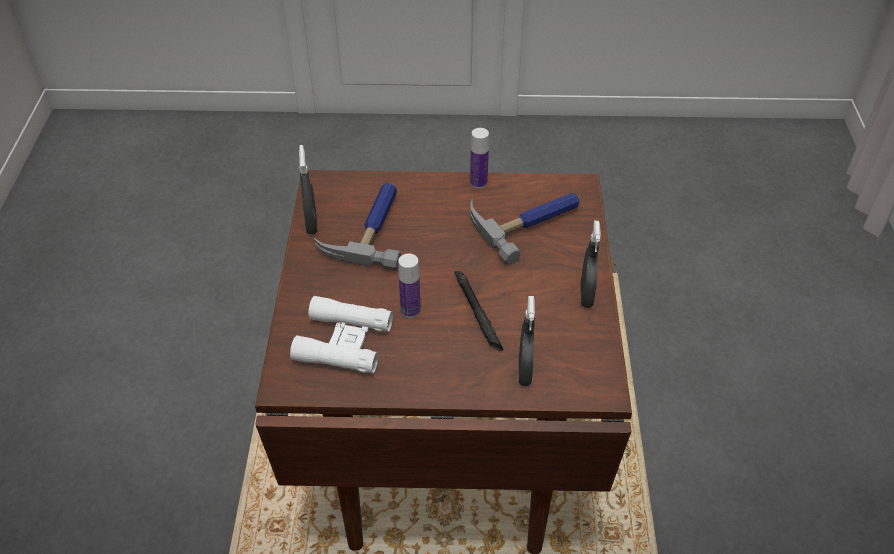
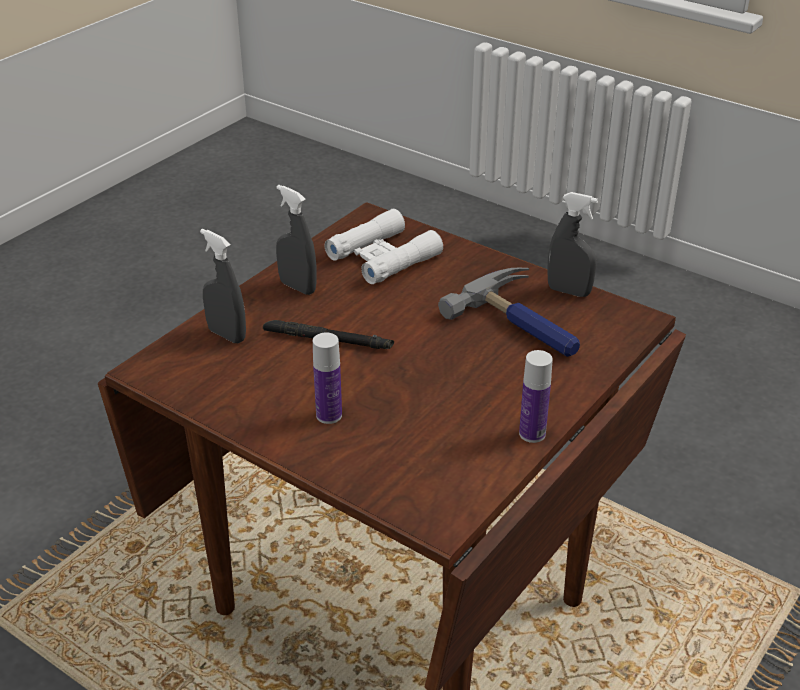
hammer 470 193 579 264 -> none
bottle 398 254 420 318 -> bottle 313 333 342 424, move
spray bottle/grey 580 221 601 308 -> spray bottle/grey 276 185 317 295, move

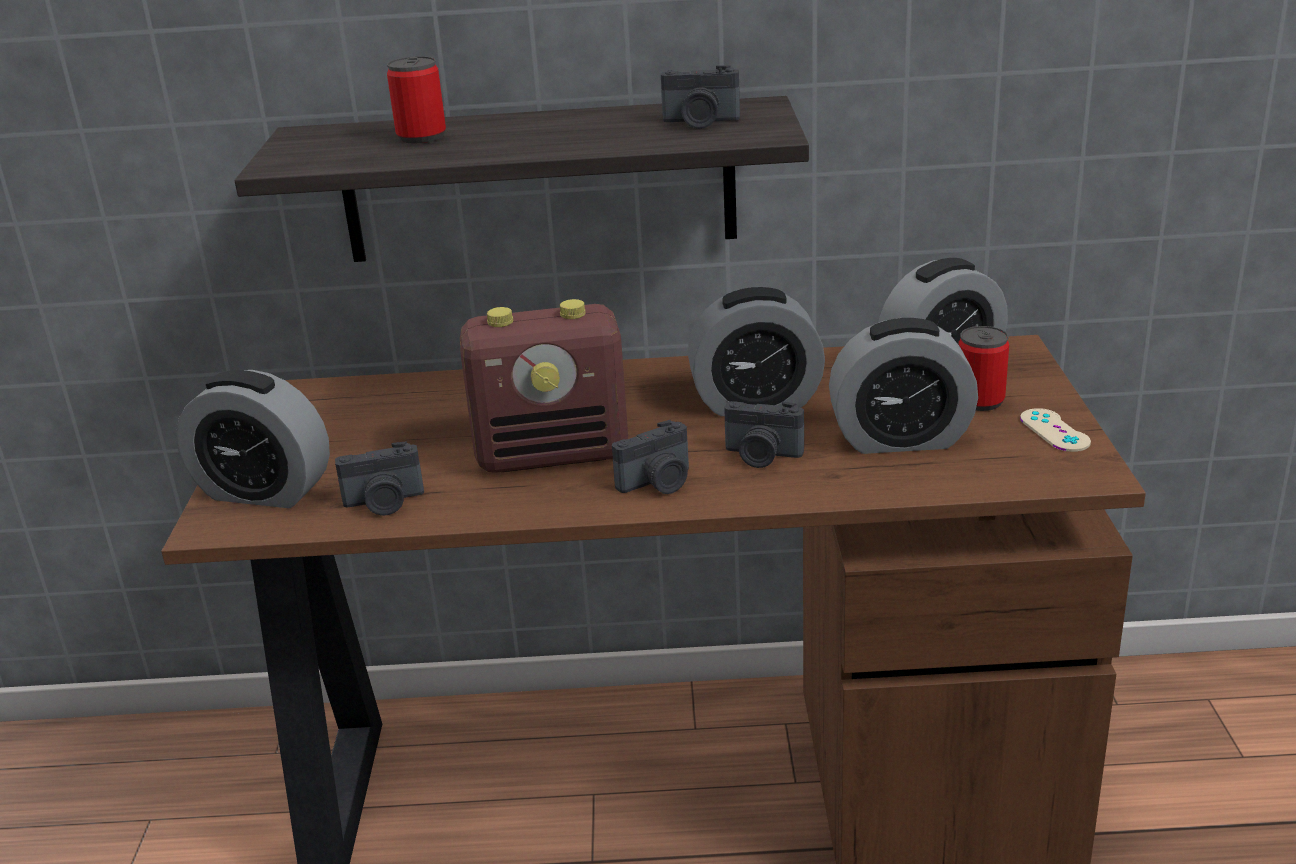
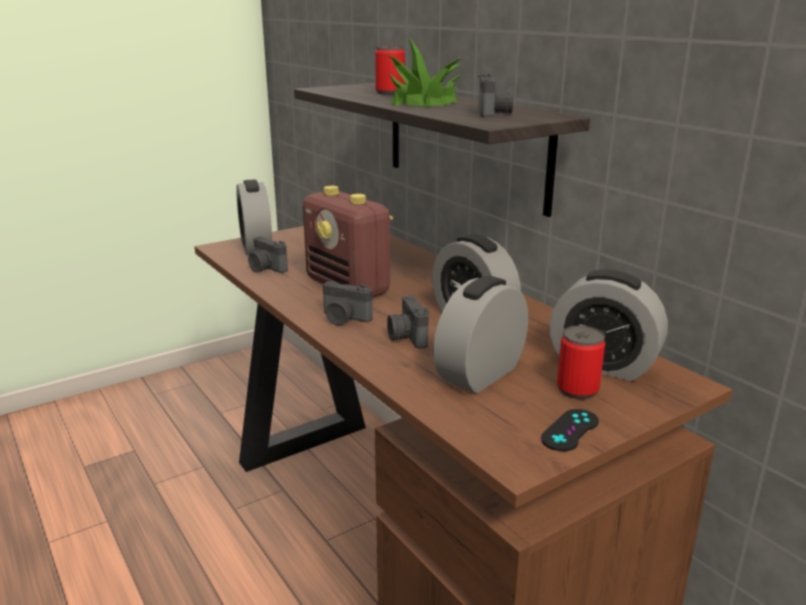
none -> potted plant 388 36 462 107
game controller/beige 1020 408 1091 452 -> game controller/black 541 409 599 451
photo camera 661 65 740 129 -> photo camera 478 74 513 117, 150 degrees counterclockwise
alarm clock 829 318 978 454 -> alarm clock 433 276 528 393, 75 degrees clockwise

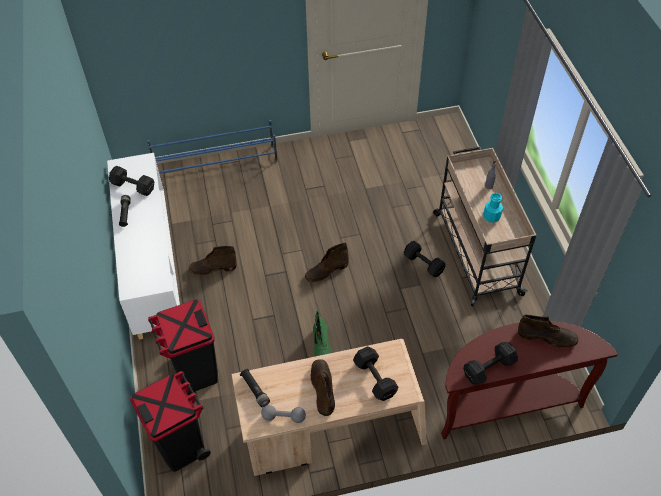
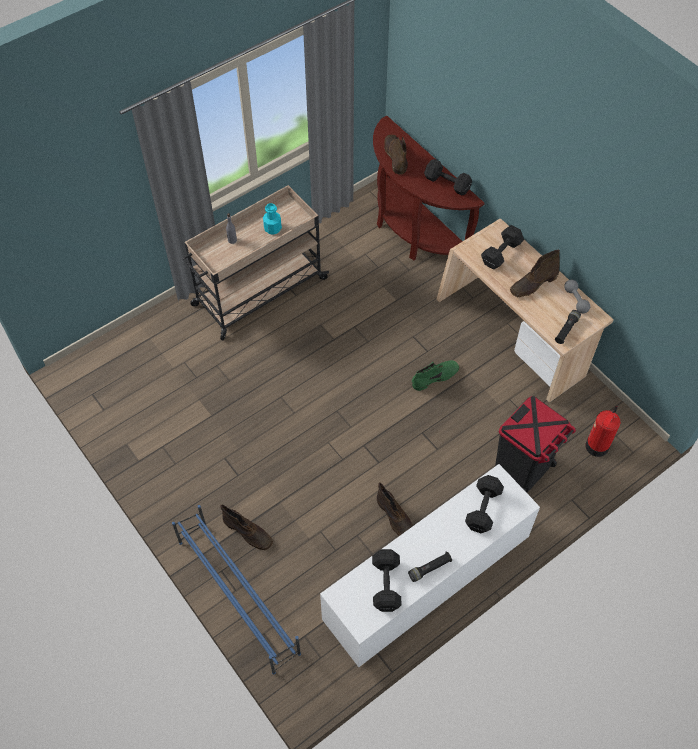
boot/brown 305 243 349 282 -> boot/brown 220 505 273 550, move
dumbbell/black 404 241 446 277 -> dumbbell/black 465 475 504 533, move
trash can/black 130 371 211 472 -> fire extinguisher 585 406 620 457

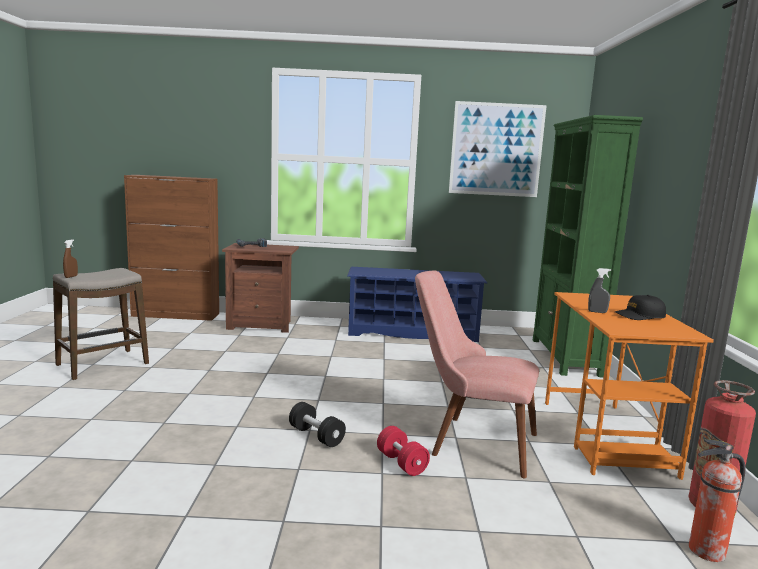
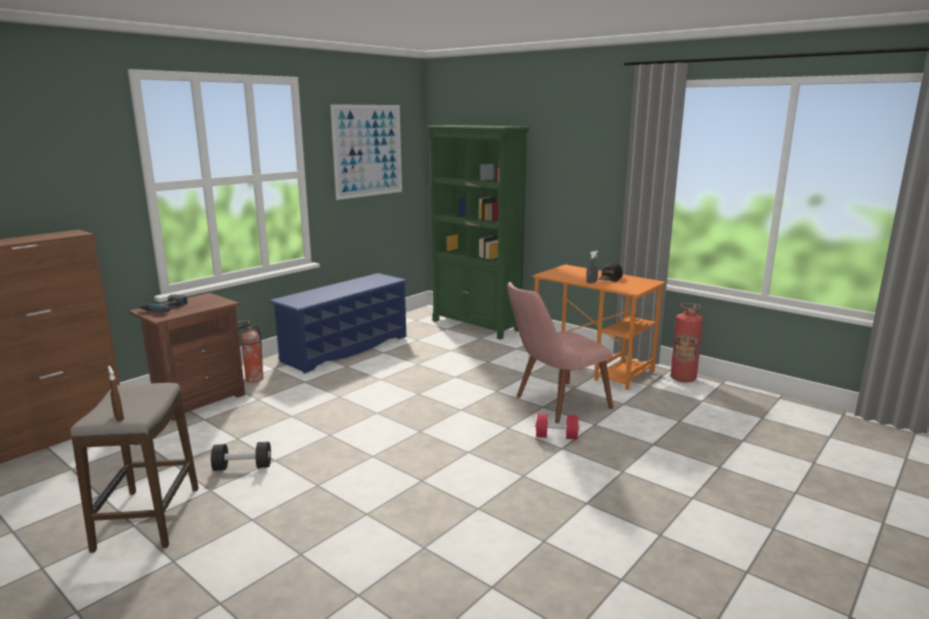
dumbbell/black 289 402 346 447 -> dumbbell/black 211 442 271 471, move
fire extinguisher 689 439 745 562 -> fire extinguisher 237 321 264 383, move

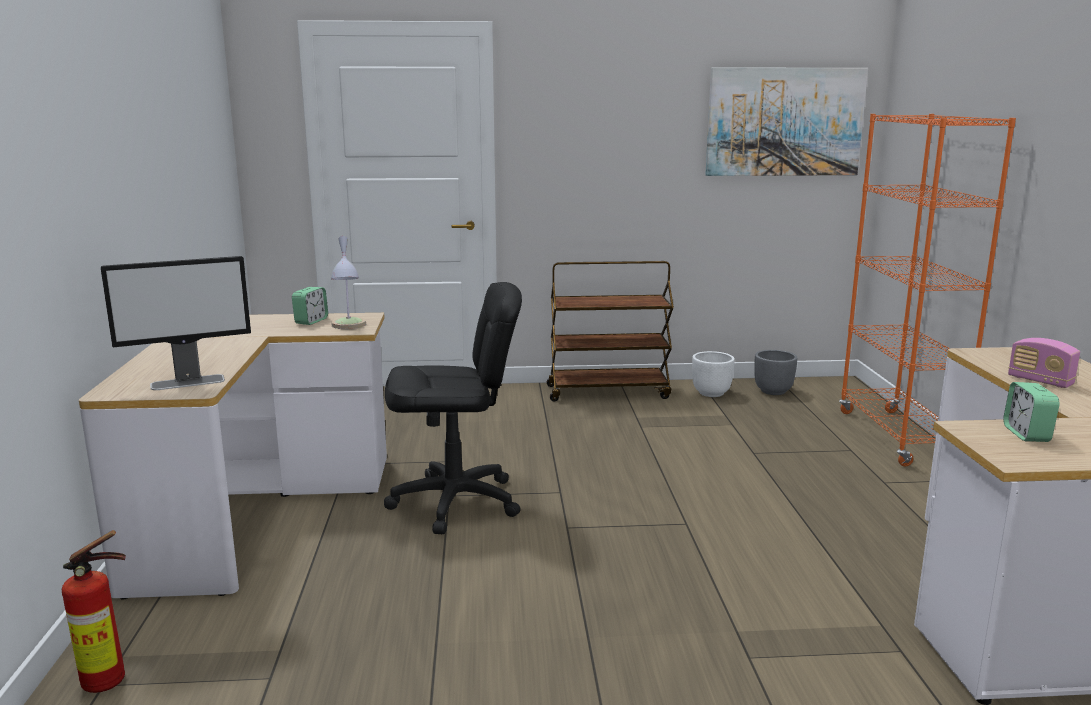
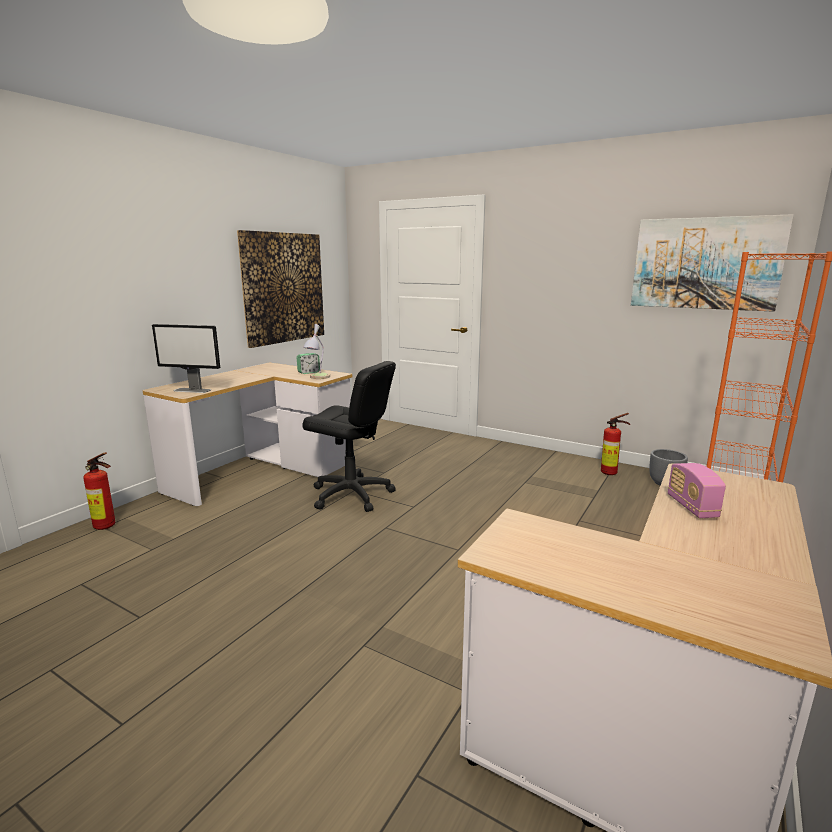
cart/brown 547 261 674 402 -> none
alarm clock 1003 382 1060 442 -> none
none -> picture 237 230 324 348
planter/white 692 351 735 397 -> fire extinguisher 601 413 630 475

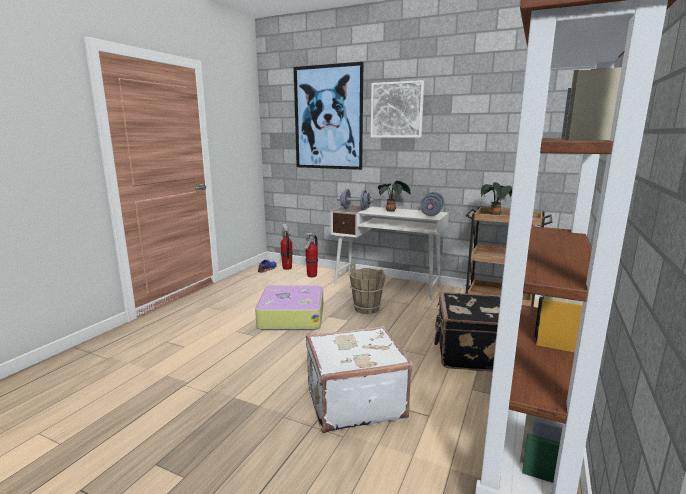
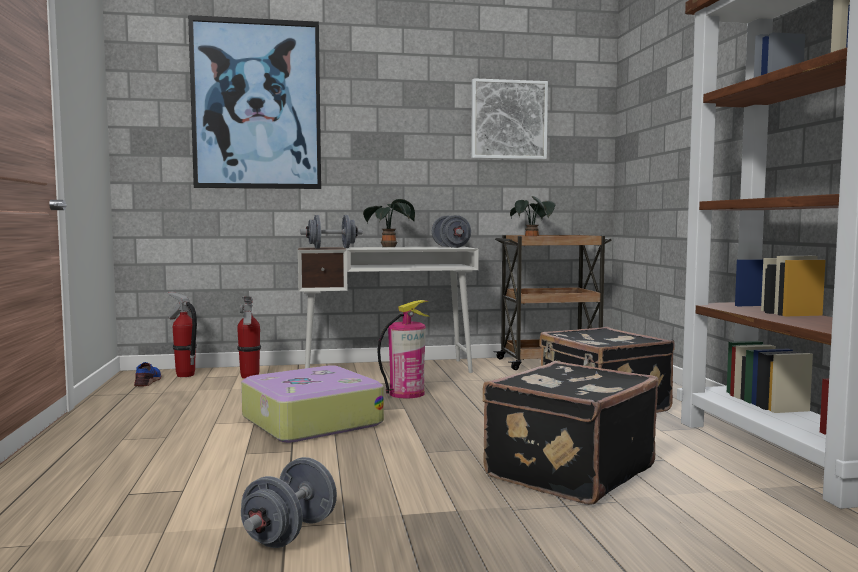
none -> dumbbell/grey 241 457 337 548
picture 371 80 424 138 -> picture 471 78 548 160, move
bucket/brown 349 262 386 314 -> fire extinguisher 377 300 429 398
suitcase/white 306 326 413 433 -> suitcase/black 483 361 659 505

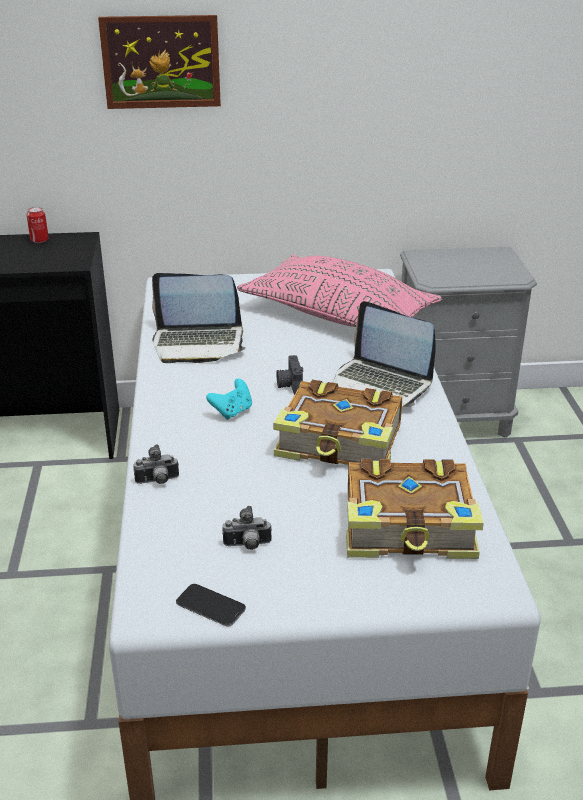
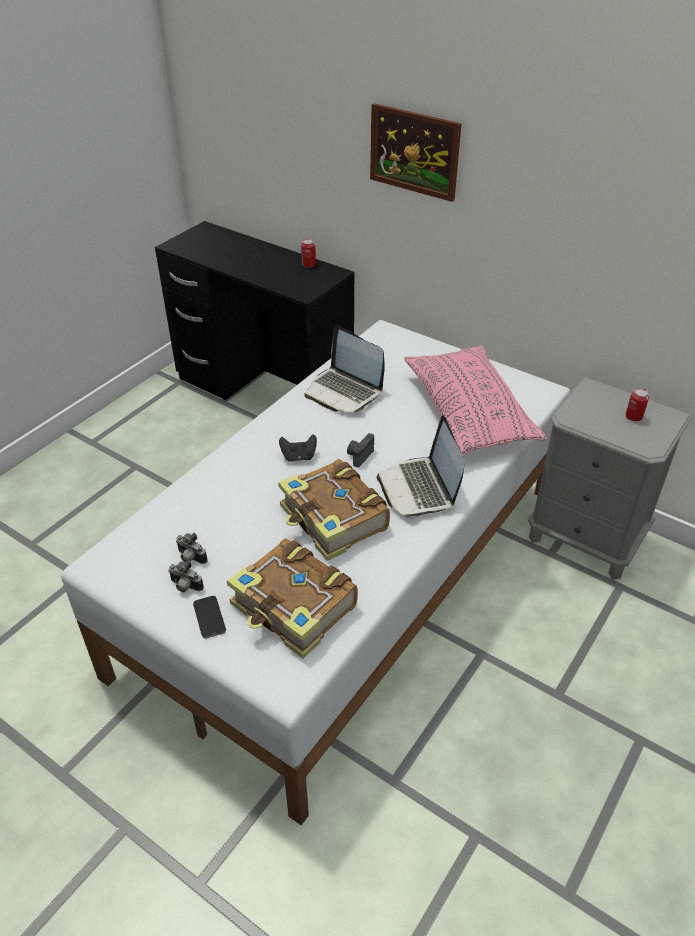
none -> can 625 388 649 421
photo camera 134 444 179 484 -> photo camera 168 560 204 592, move
phone 176 584 246 627 -> phone 193 596 226 639, move
game controller/turquoise 206 379 252 420 -> game controller/black 279 434 317 462

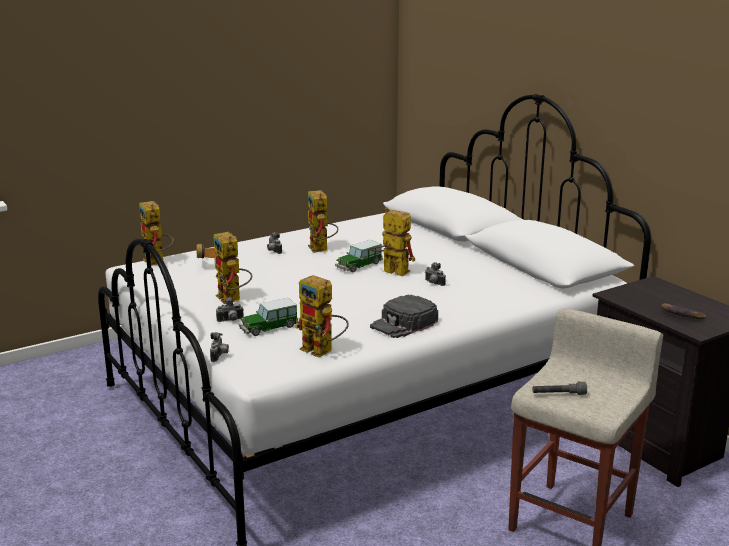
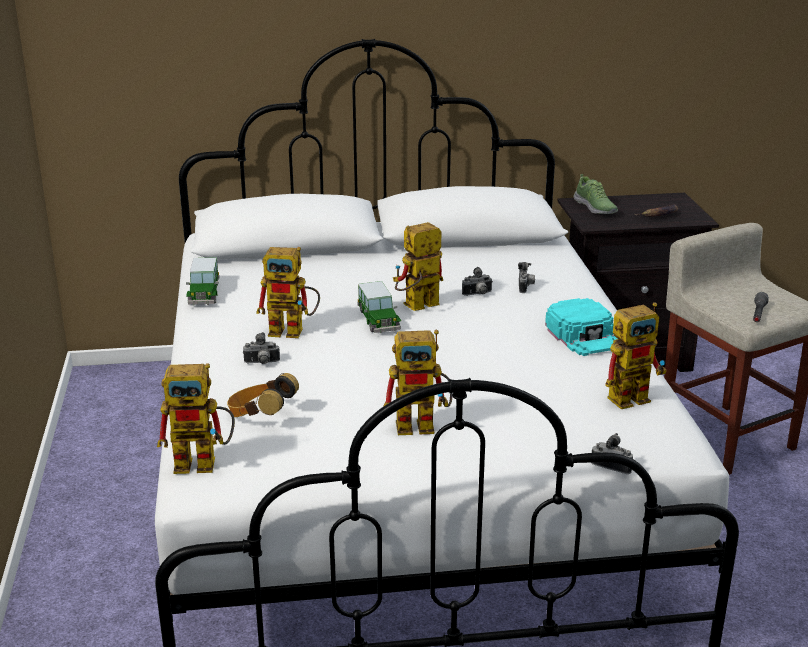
none -> shoe 573 174 618 214
photo camera 216 297 244 322 -> photo camera 518 262 535 293, move
toy car 239 298 299 336 -> toy car 186 257 220 305, move
cap/black 370 295 438 338 -> cap/turquoise 545 298 617 356

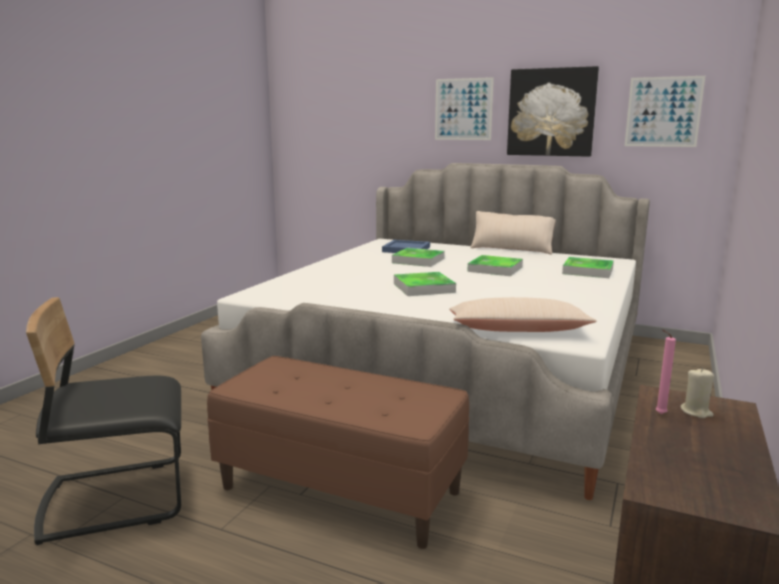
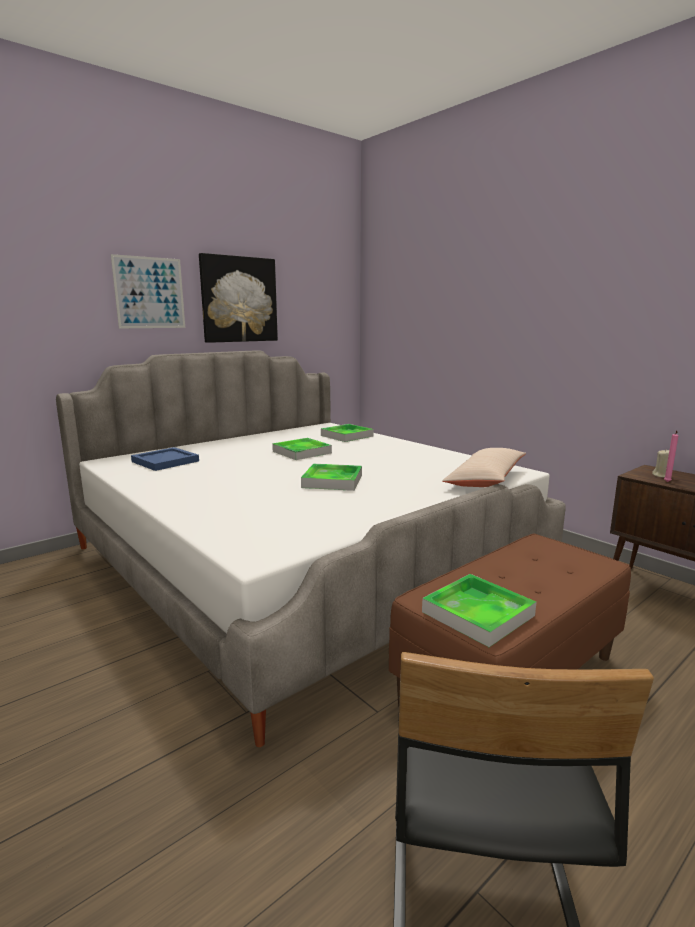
pillow/beige 470 211 556 254 -> none
picture 624 76 705 147 -> none
tray 392 248 445 267 -> tray 422 574 536 647, move

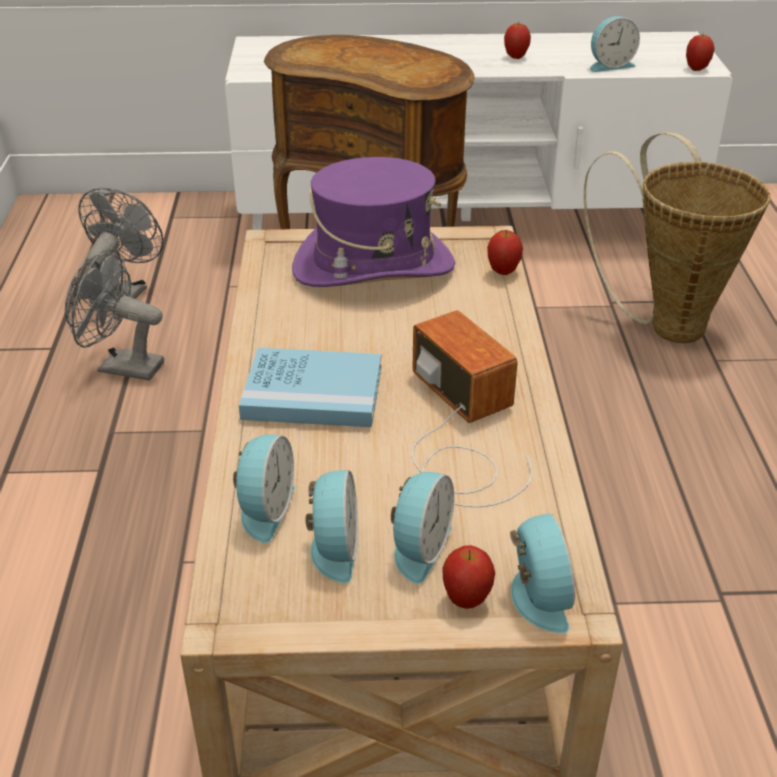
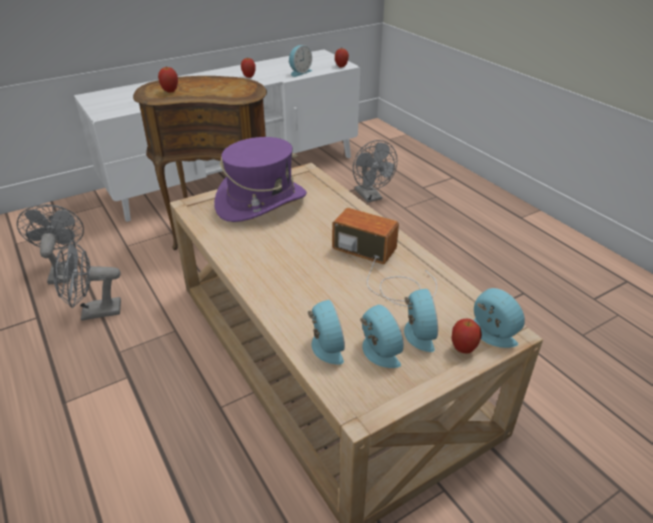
book/blue 239 348 381 427 -> none
apple 487 230 523 275 -> apple 158 67 178 92, move
basket 584 132 771 343 -> fan/grey 353 140 397 202

